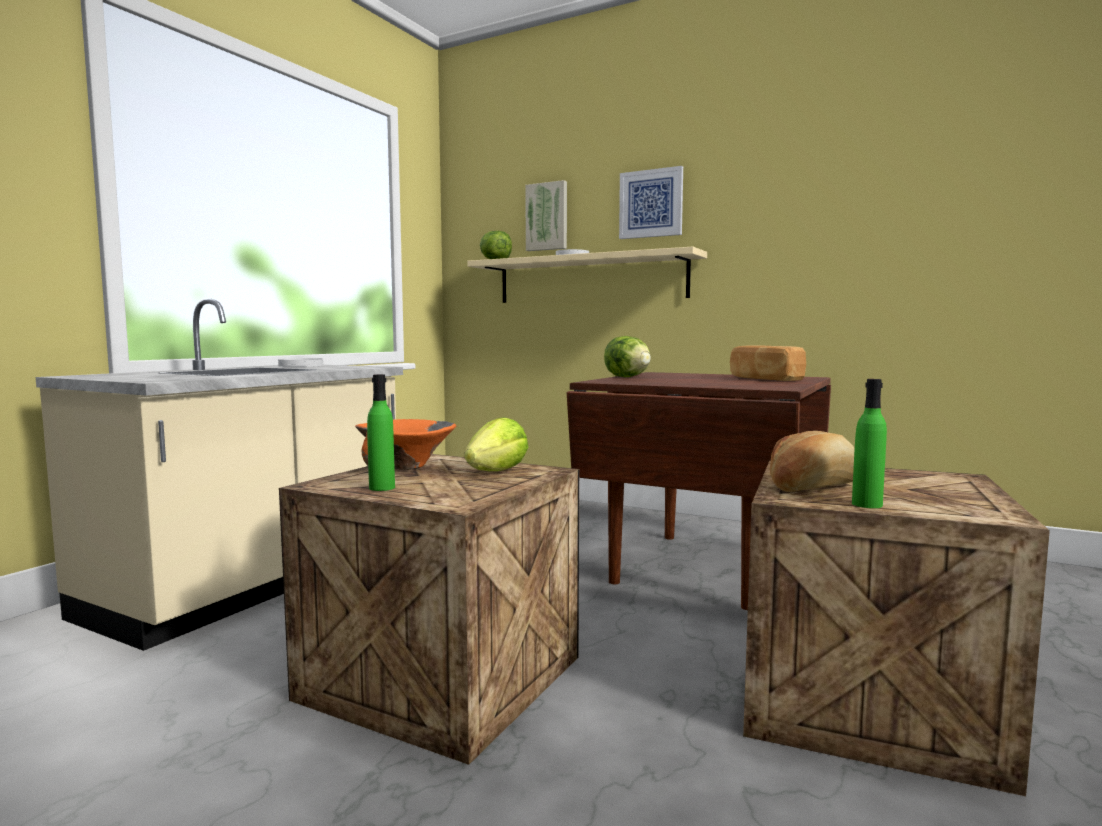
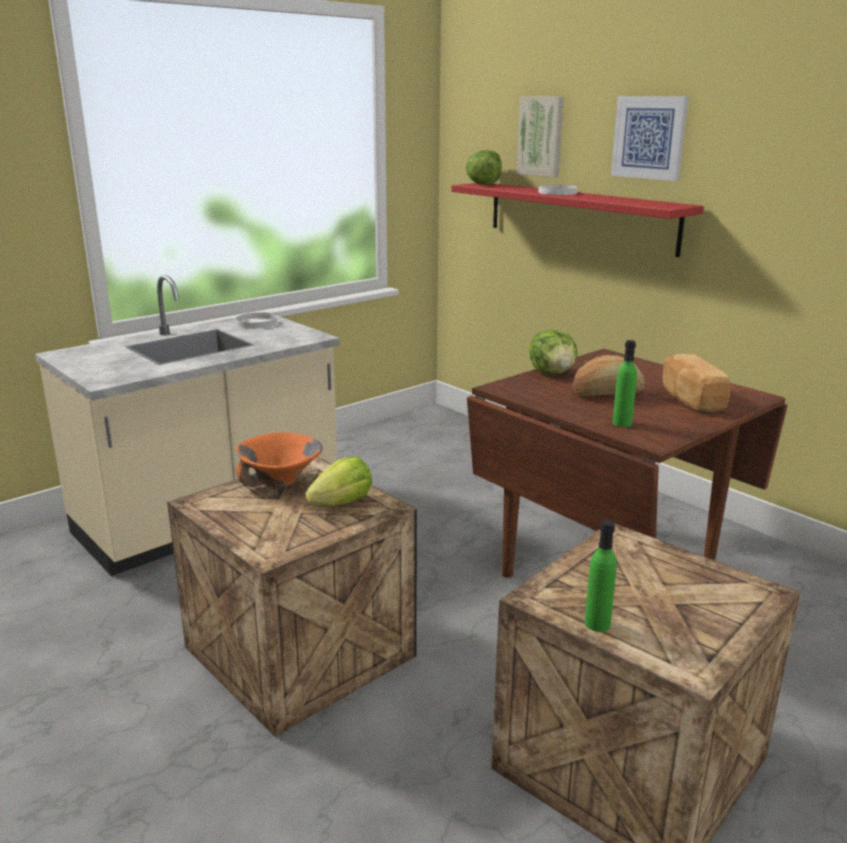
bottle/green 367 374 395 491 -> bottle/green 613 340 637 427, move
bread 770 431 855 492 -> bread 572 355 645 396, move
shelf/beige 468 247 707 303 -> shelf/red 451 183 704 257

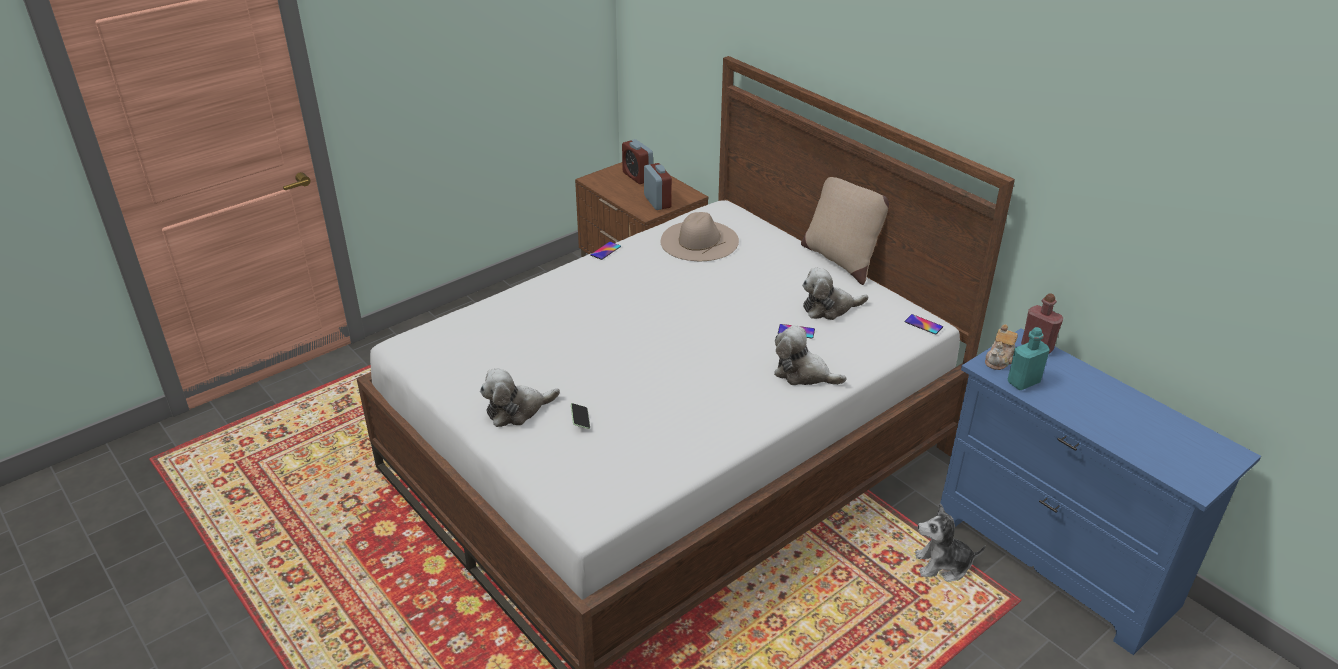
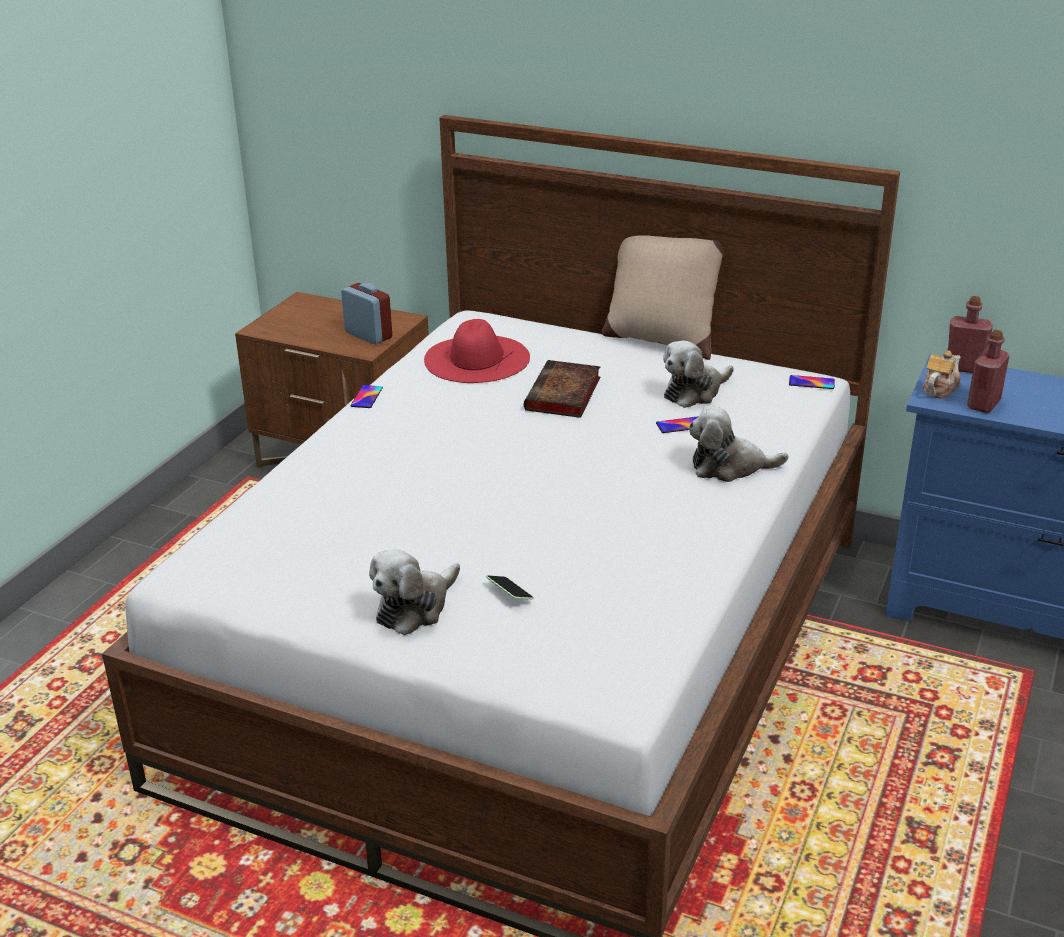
alarm clock 622 139 653 184 -> none
plush toy 915 504 986 582 -> none
none -> book 524 360 601 418
hat/beige 660 212 739 261 -> hat/red 424 319 530 383
bottle/turquoise 1008 327 1050 390 -> bottle/red 967 330 1010 413
teapot 985 324 1018 370 -> teapot 922 351 961 399, 150 degrees counterclockwise

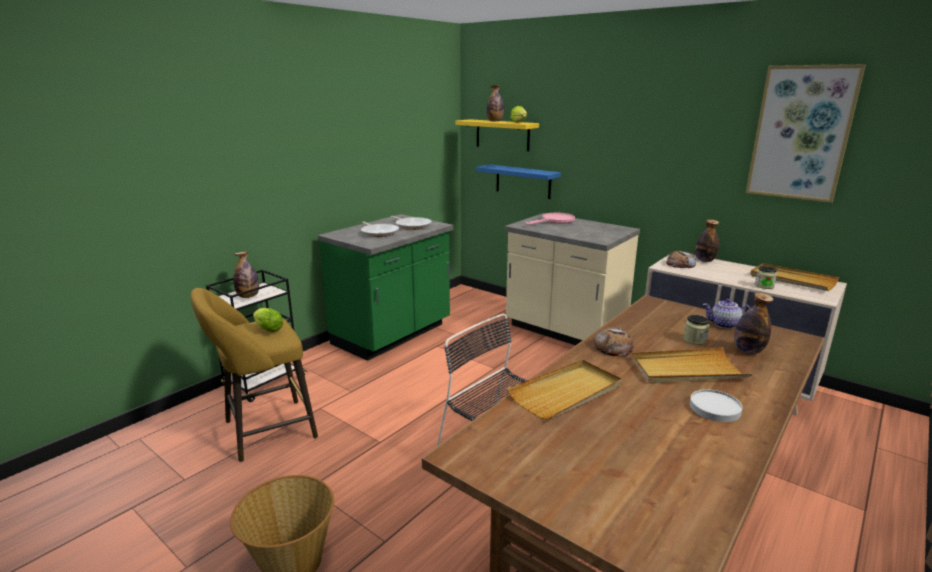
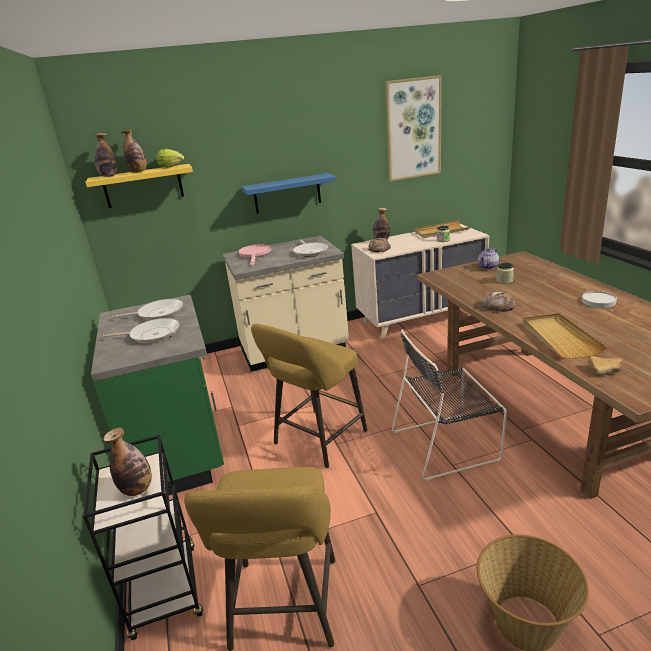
lettuce 253 308 283 332 -> none
tray/beige 631 347 752 384 -> none
none -> stool/yellow 251 323 368 468
none -> frying pan 293 240 328 257
none -> bread 588 356 624 376
shelf/blue 476 164 561 199 -> shelf/blue 242 173 336 214, move
bottle 734 293 774 354 -> bottle 94 133 118 177, move

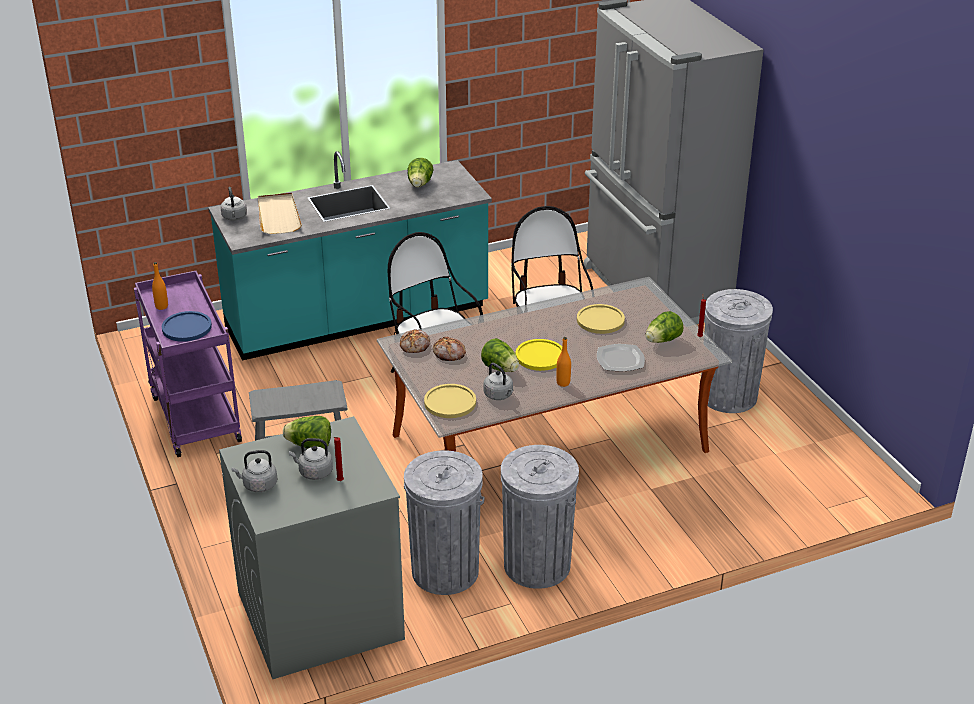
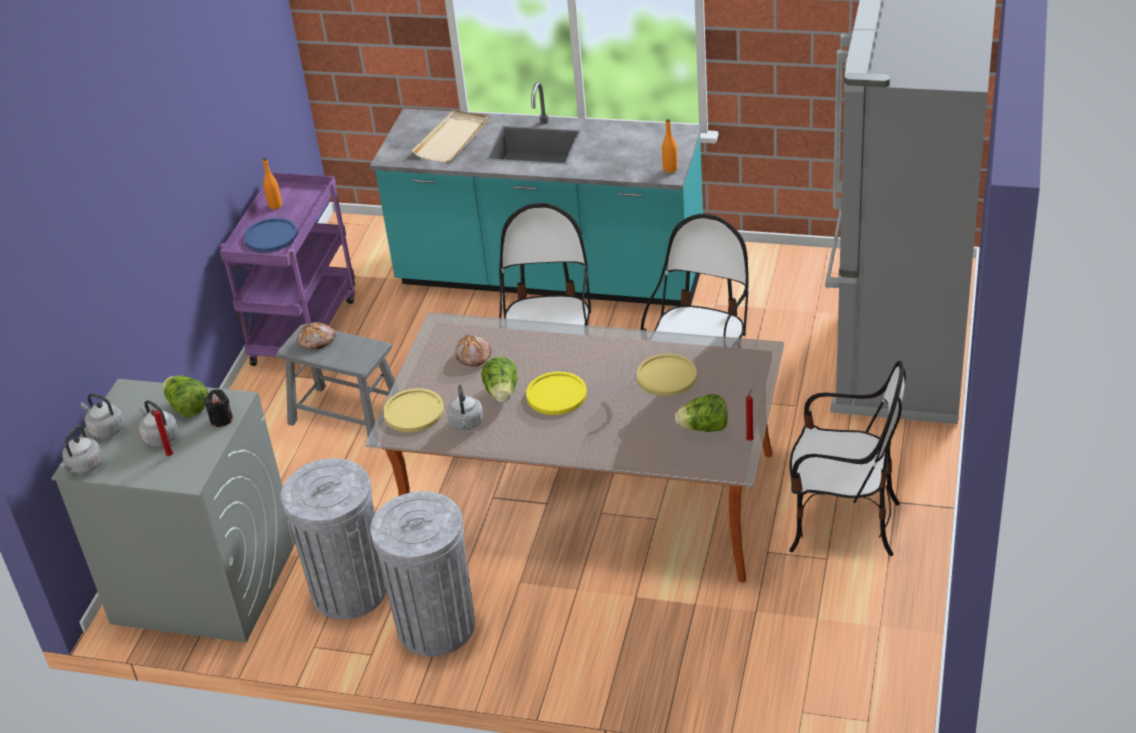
lettuce 407 158 433 187 -> none
plate 597 344 645 371 -> none
none -> candle/black 204 389 233 427
kettle/grey 221 187 247 221 -> kettle/grey 59 425 103 474, move
bread 400 329 430 353 -> bread 297 322 335 349, move
bottle/orange 556 337 571 387 -> bottle/orange 662 119 678 173, move
trash can/grey 701 289 773 413 -> chair 789 361 906 556

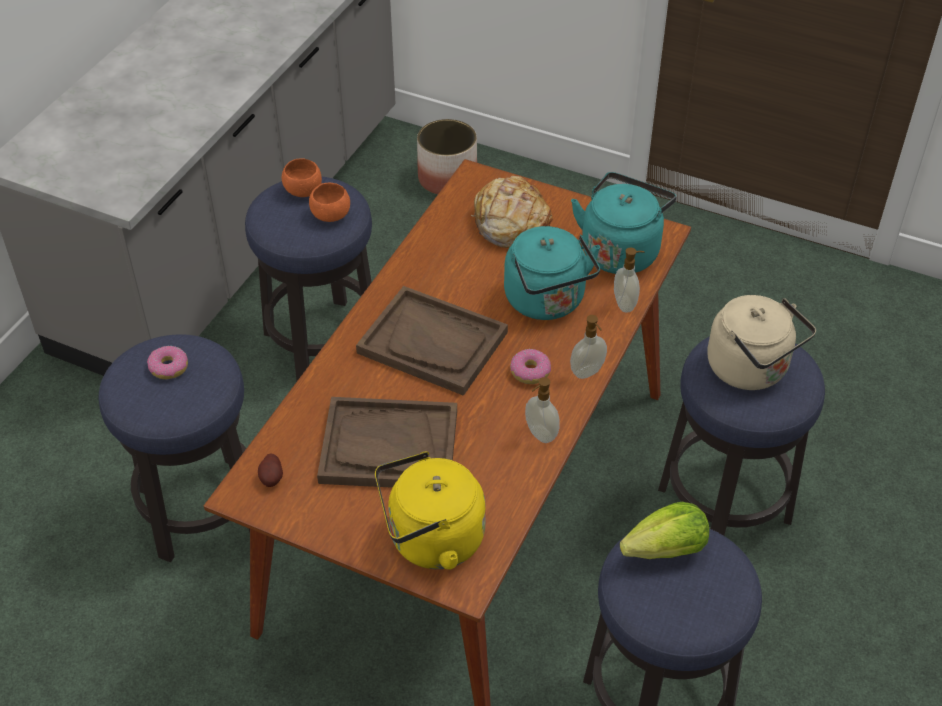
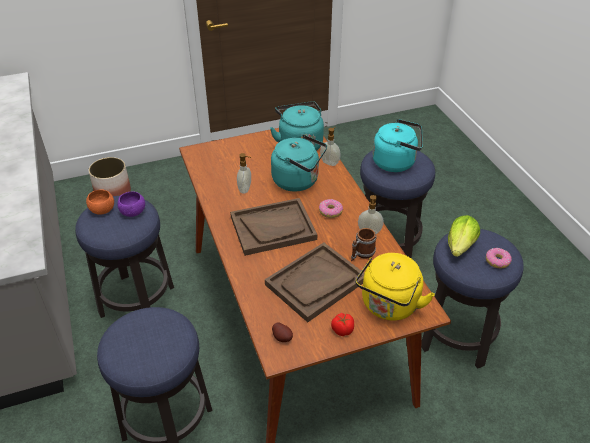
bread 471 176 553 248 -> none
none -> tomato 331 313 354 336
none -> mug 351 228 377 261
donut 147 346 188 379 -> donut 486 248 512 268, move
soap dispenser 570 315 607 379 -> soap dispenser 237 153 251 194, move
bowl/orange 309 183 350 222 -> bowl/purple 117 192 145 217
kettle/beige 707 295 816 390 -> kettle/turquoise 372 119 423 172

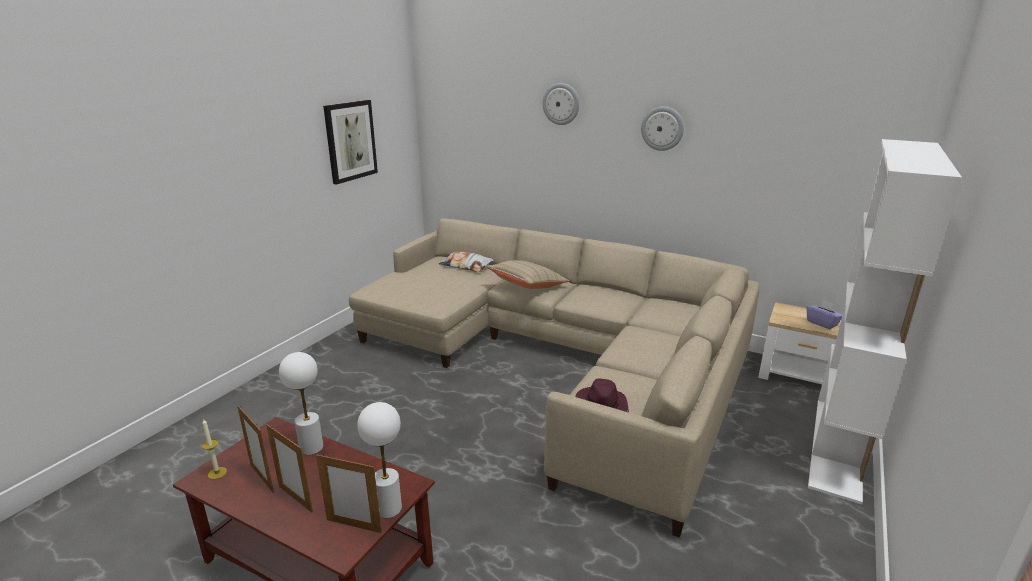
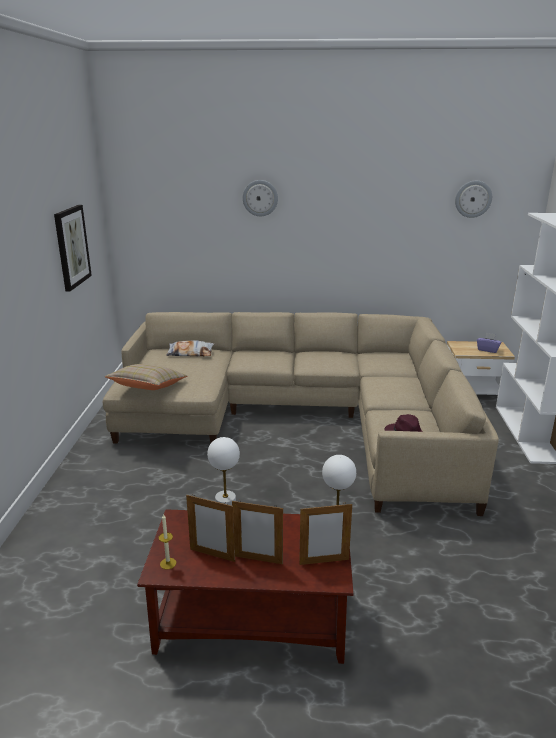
pillow/beige 487 260 569 289 -> pillow/beige 105 364 187 390, move
wall clock 641 107 684 151 -> wall clock 455 181 492 218, move

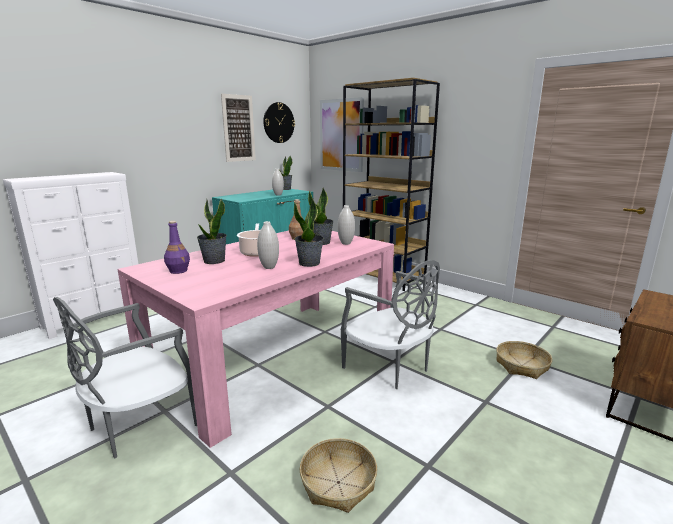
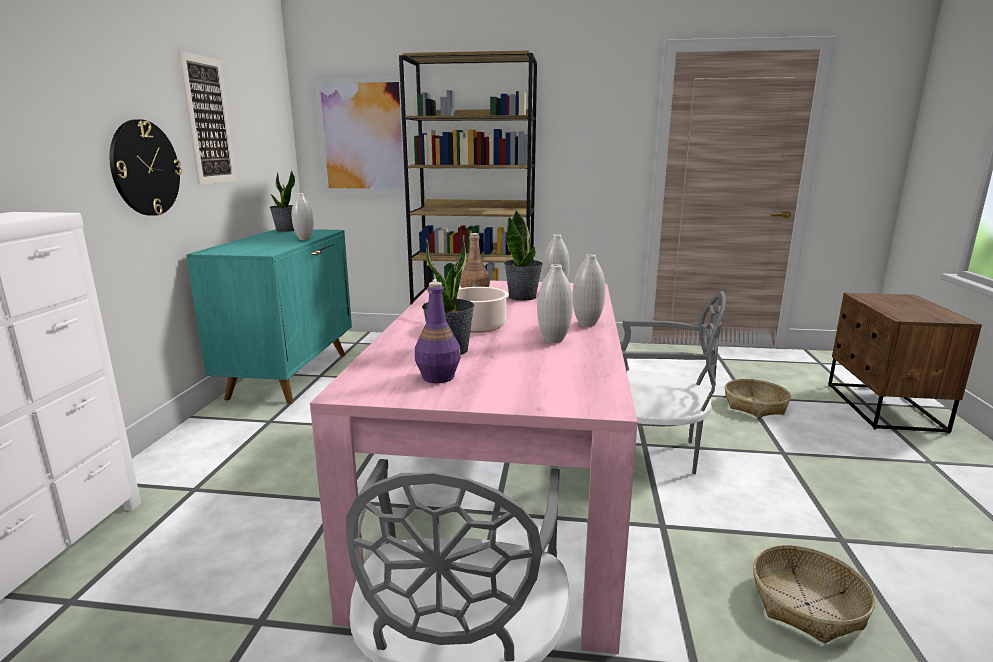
wall clock 263 102 295 143 -> wall clock 110 119 182 216, move
potted plant 294 198 324 267 -> vase/white 573 254 605 327

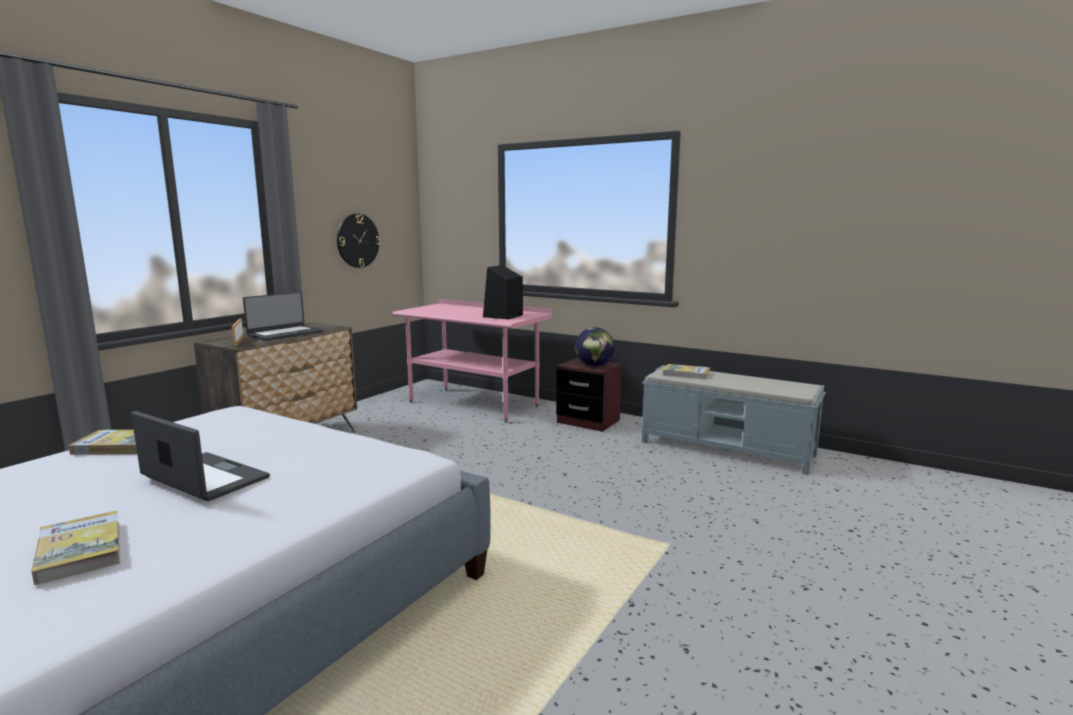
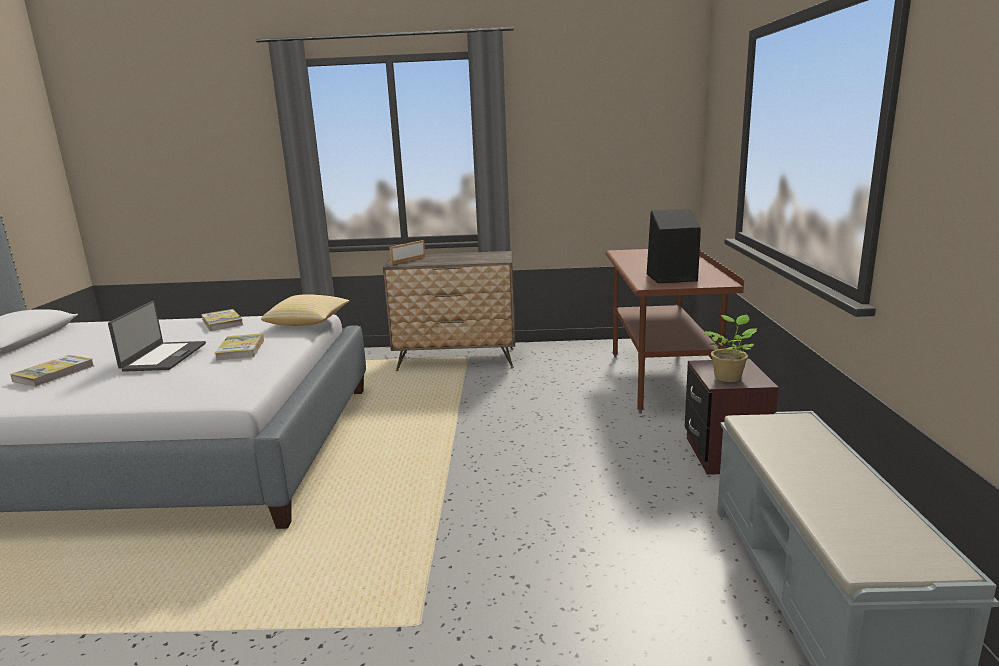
laptop 243 292 323 341 -> none
wall clock 337 214 380 268 -> none
none -> pillow 261 294 350 326
book 663 364 710 380 -> book 214 333 264 361, move
globe 575 327 615 367 -> potted plant 705 314 757 382
desk/pink 393 299 552 422 -> desk/brown 605 249 744 414

